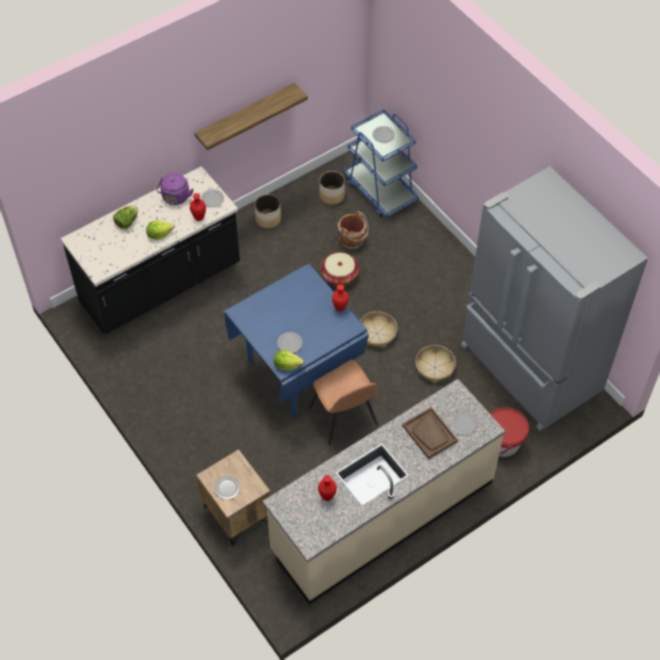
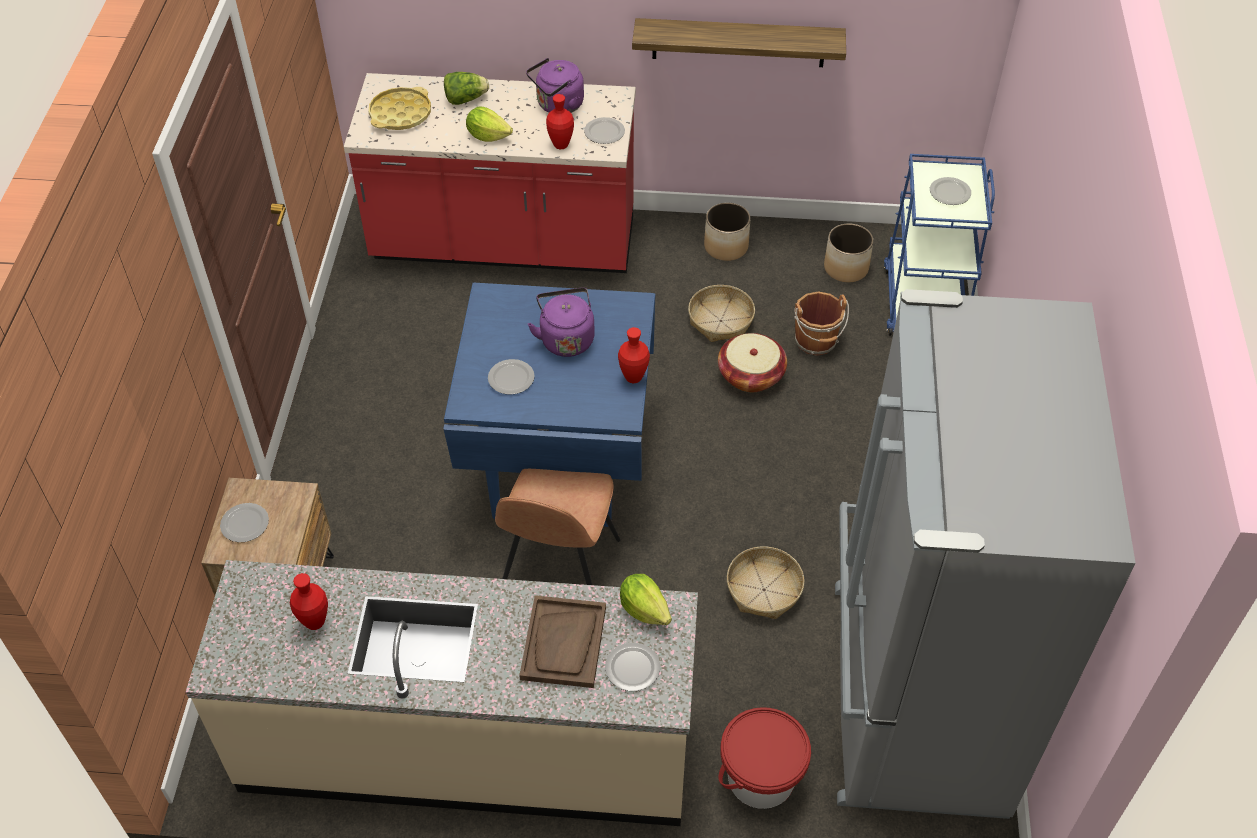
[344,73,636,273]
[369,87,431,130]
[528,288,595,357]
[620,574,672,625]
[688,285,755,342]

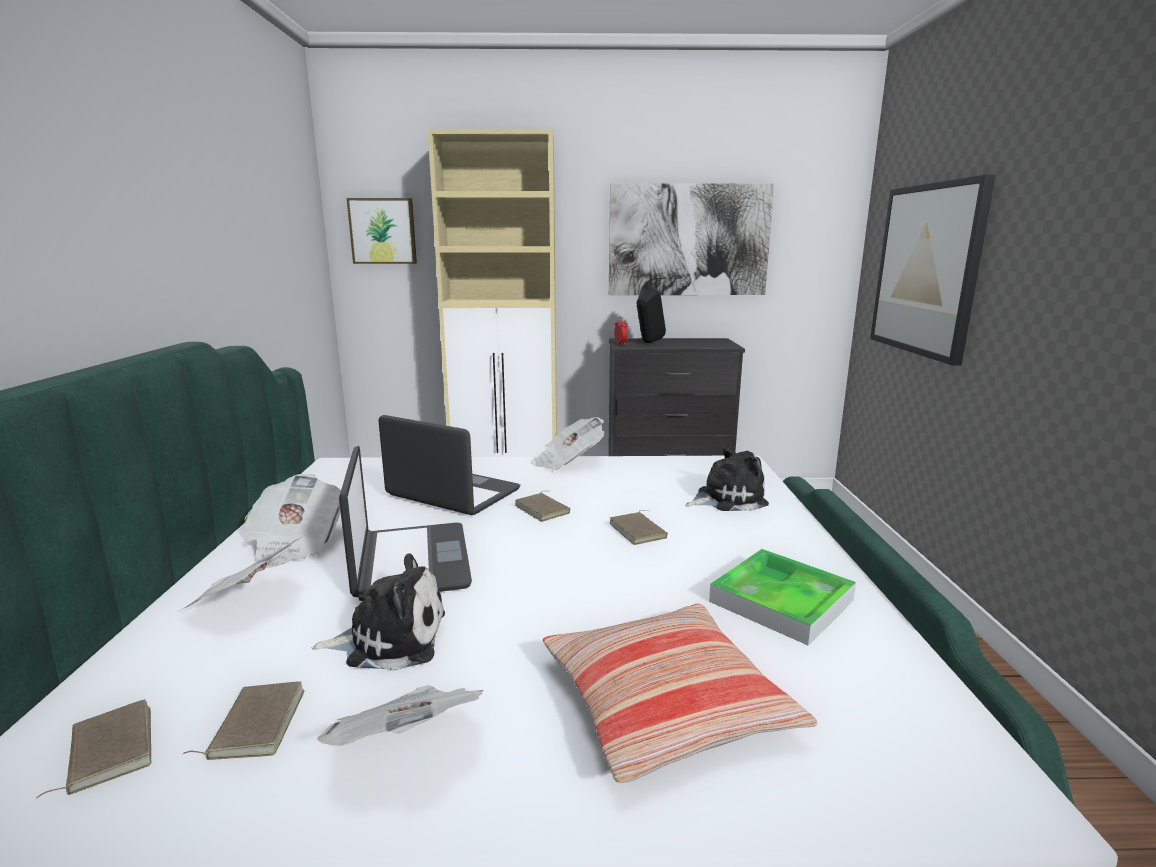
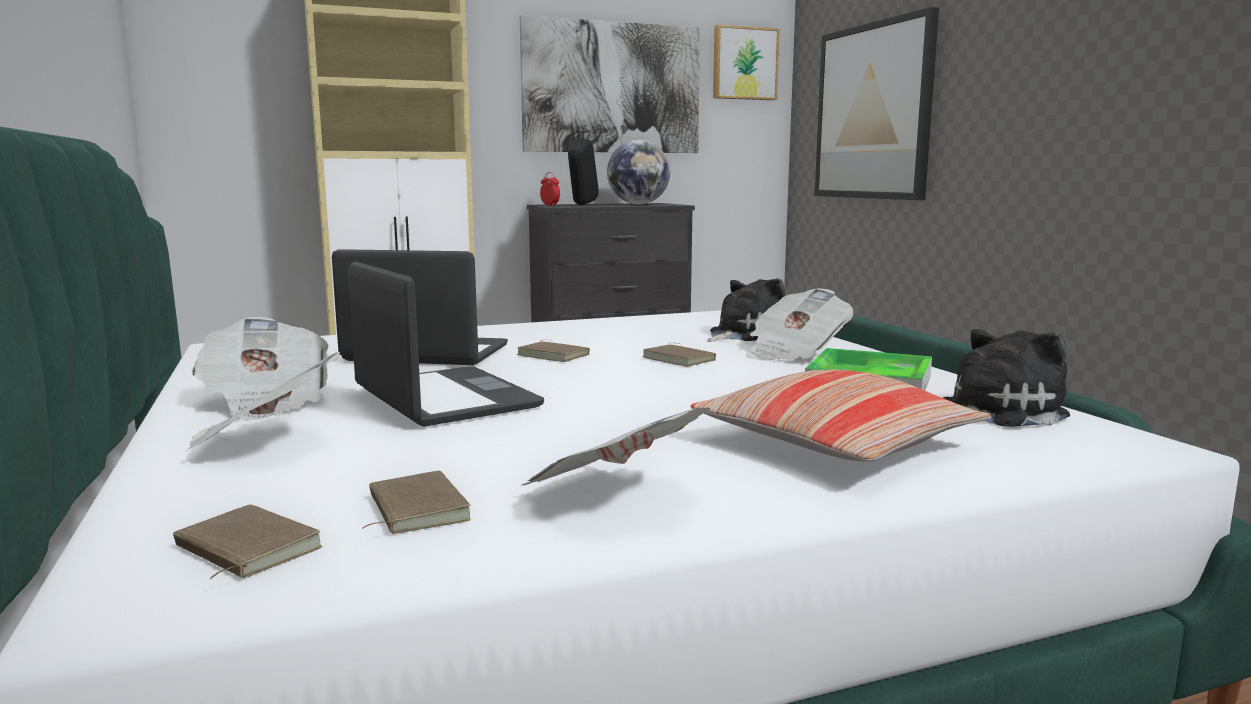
[607,140,670,204]
[713,25,780,100]
[747,288,853,361]
[943,329,1070,427]

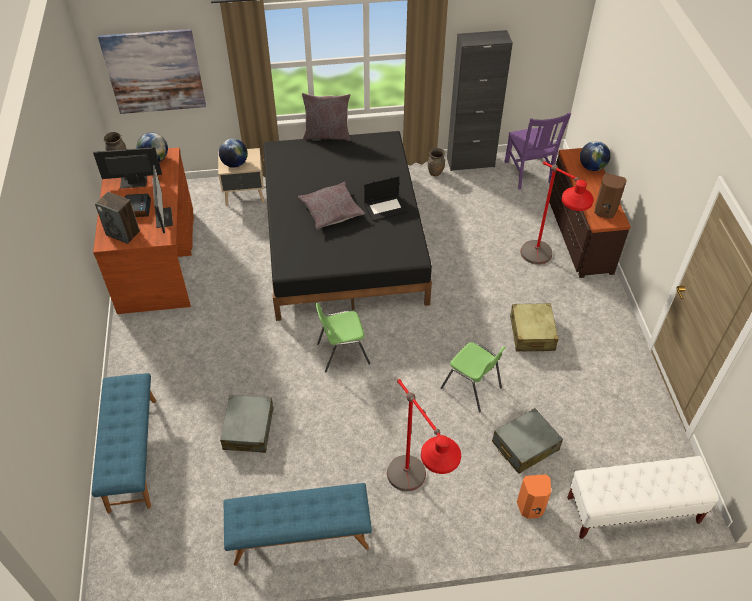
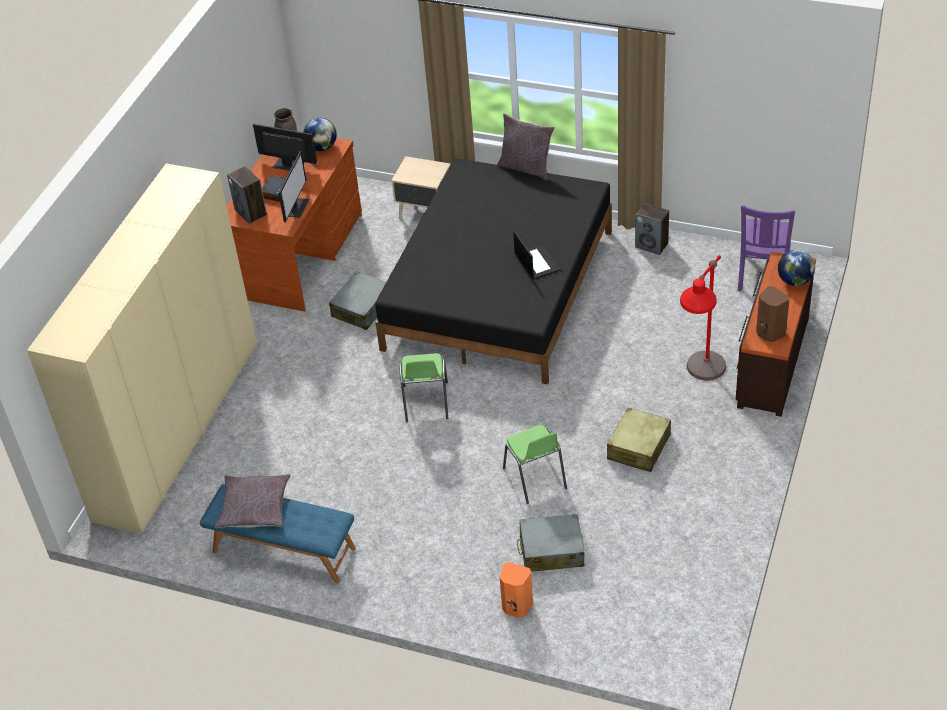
[27,163,257,534]
[215,474,290,528]
[329,271,386,330]
[399,353,448,423]
[513,231,561,279]
[635,203,669,255]
[98,29,206,114] (first image)
[219,139,248,168] (first image)
[387,379,461,491] (first image)
[447,30,513,171] (first image)
[567,456,719,539] (first image)

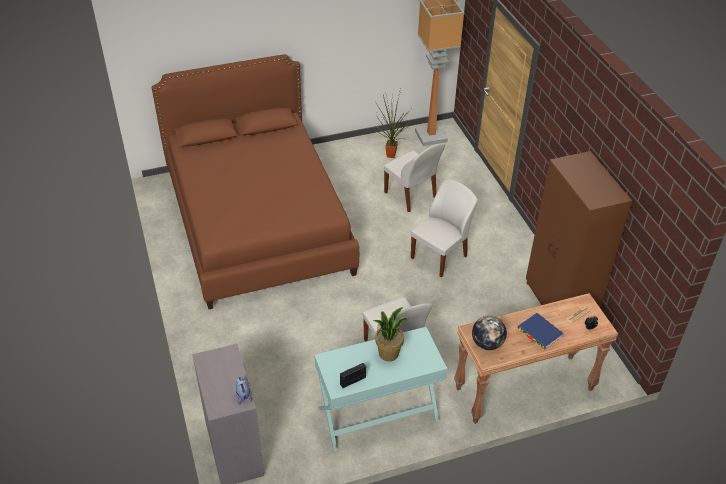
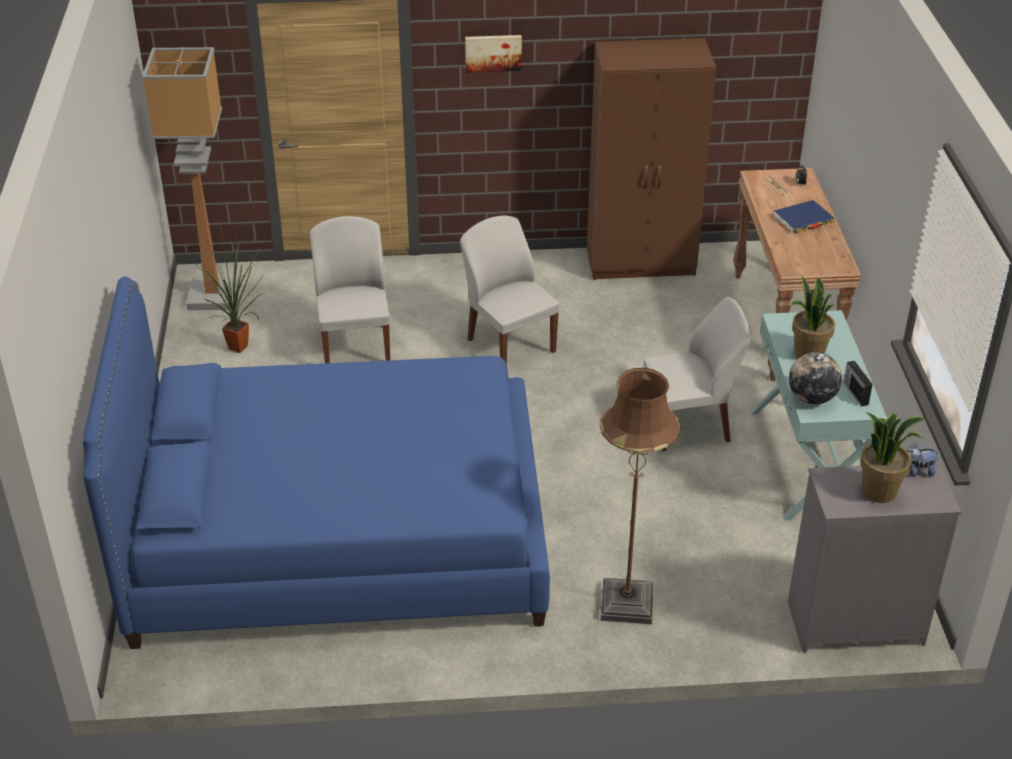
[83,277,550,649]
[310,216,390,363]
[465,35,522,73]
[600,368,680,625]
[789,352,842,404]
[860,412,926,503]

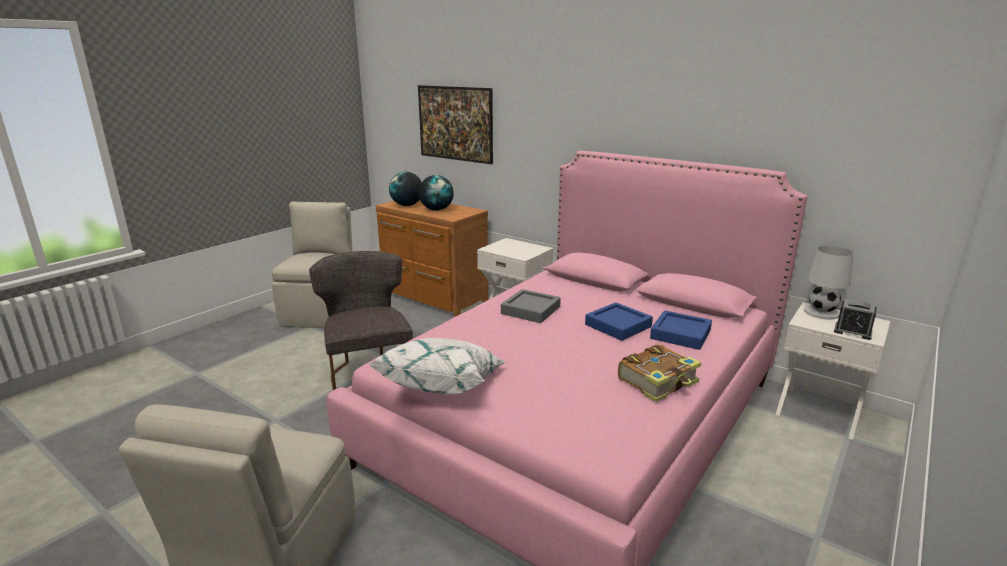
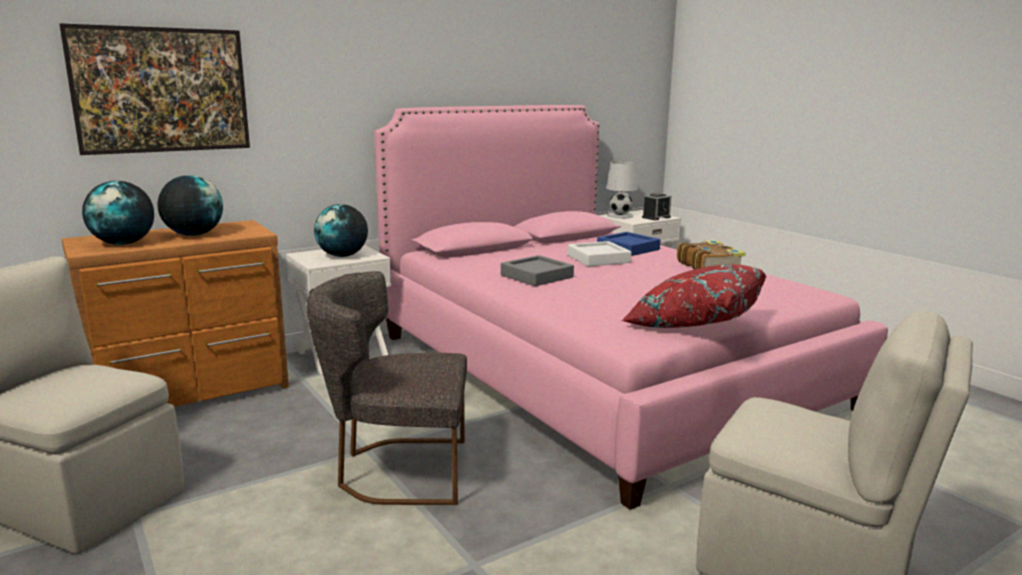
[314,204,368,257]
[567,241,632,267]
[622,264,767,328]

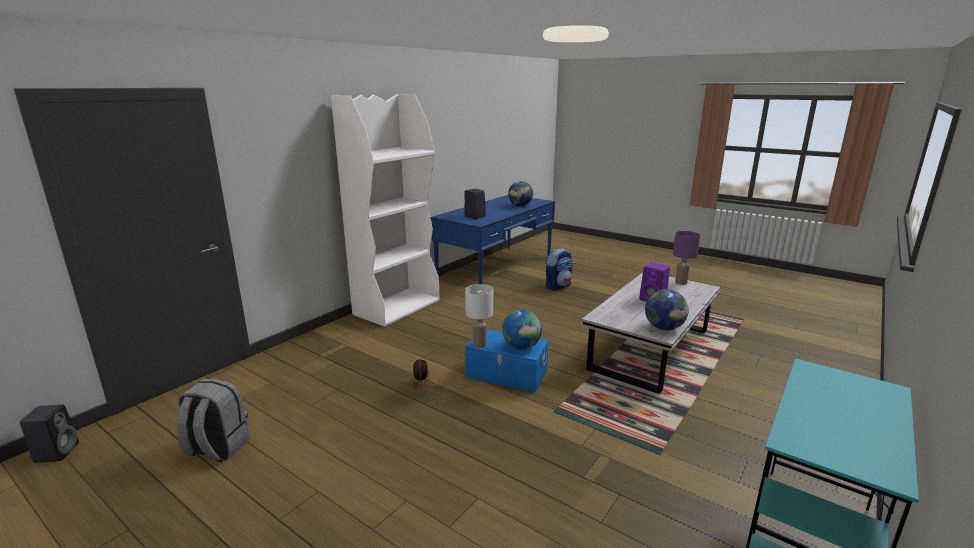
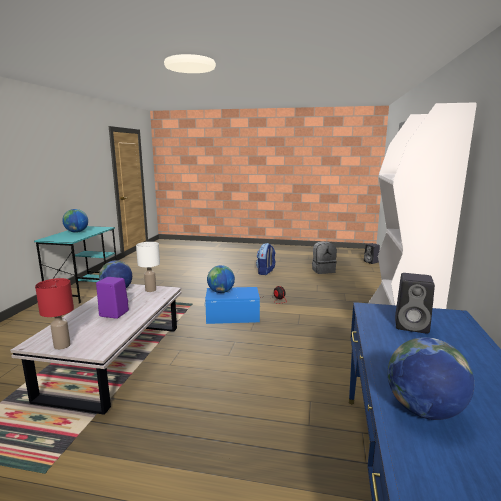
[35,278,74,350]
[62,209,88,233]
[136,242,160,292]
[256,243,276,275]

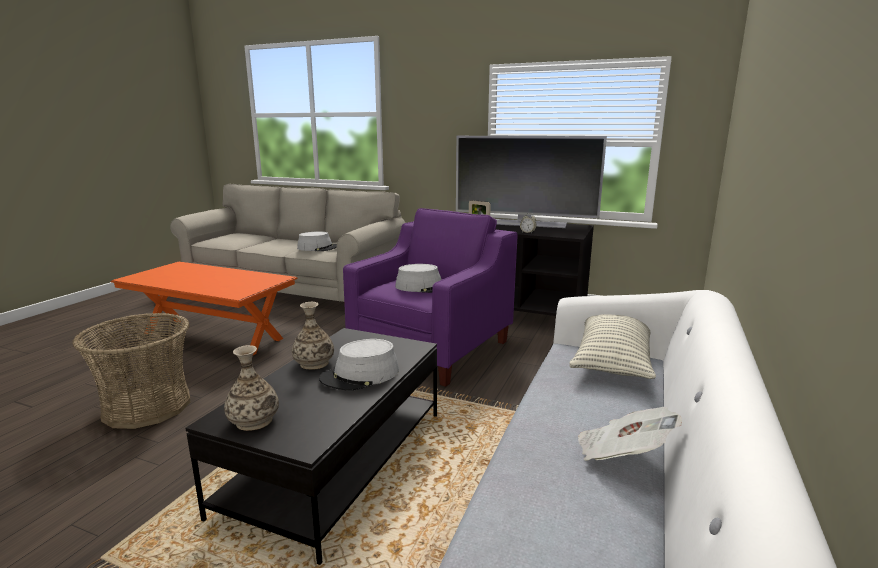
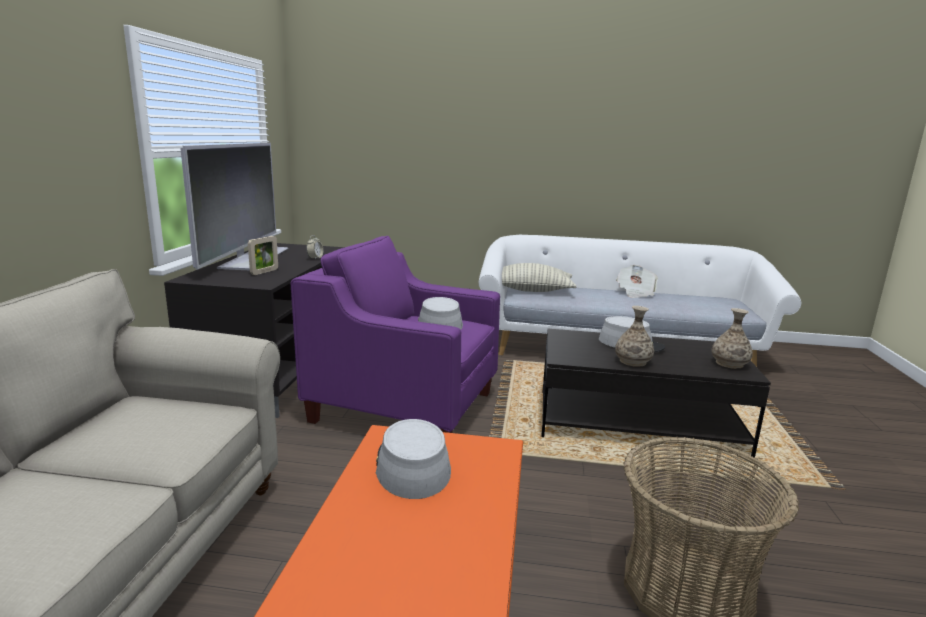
[376,419,451,499]

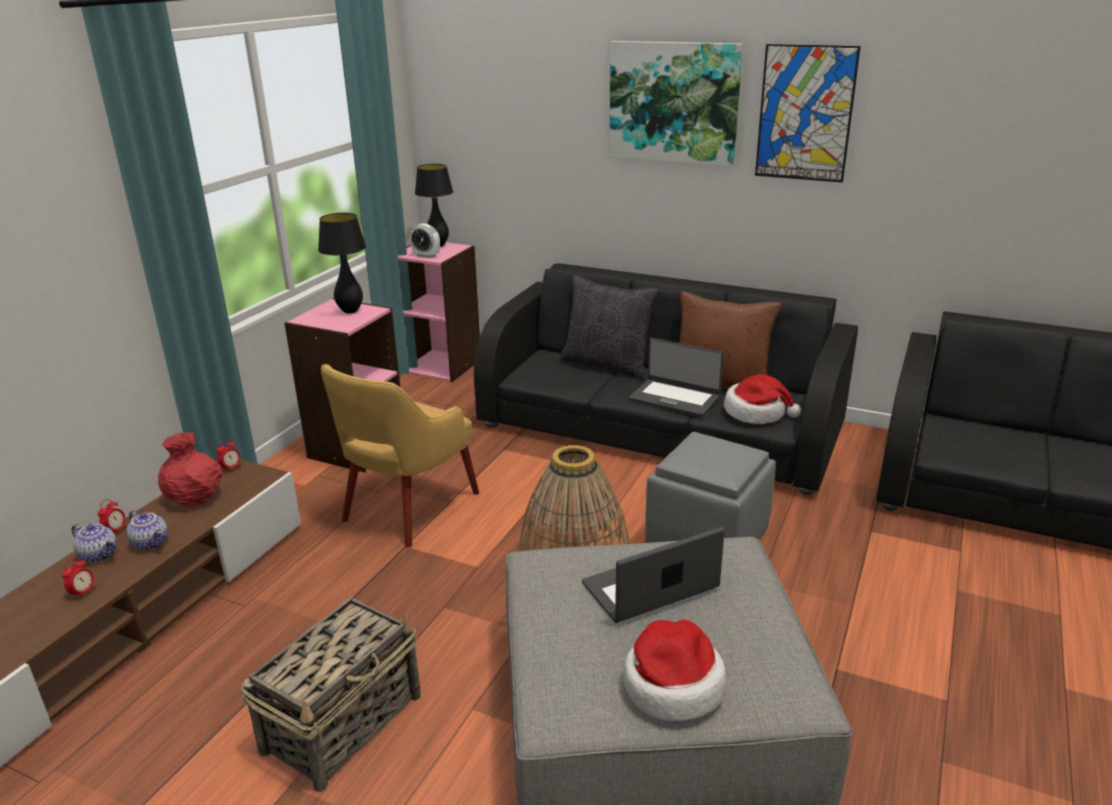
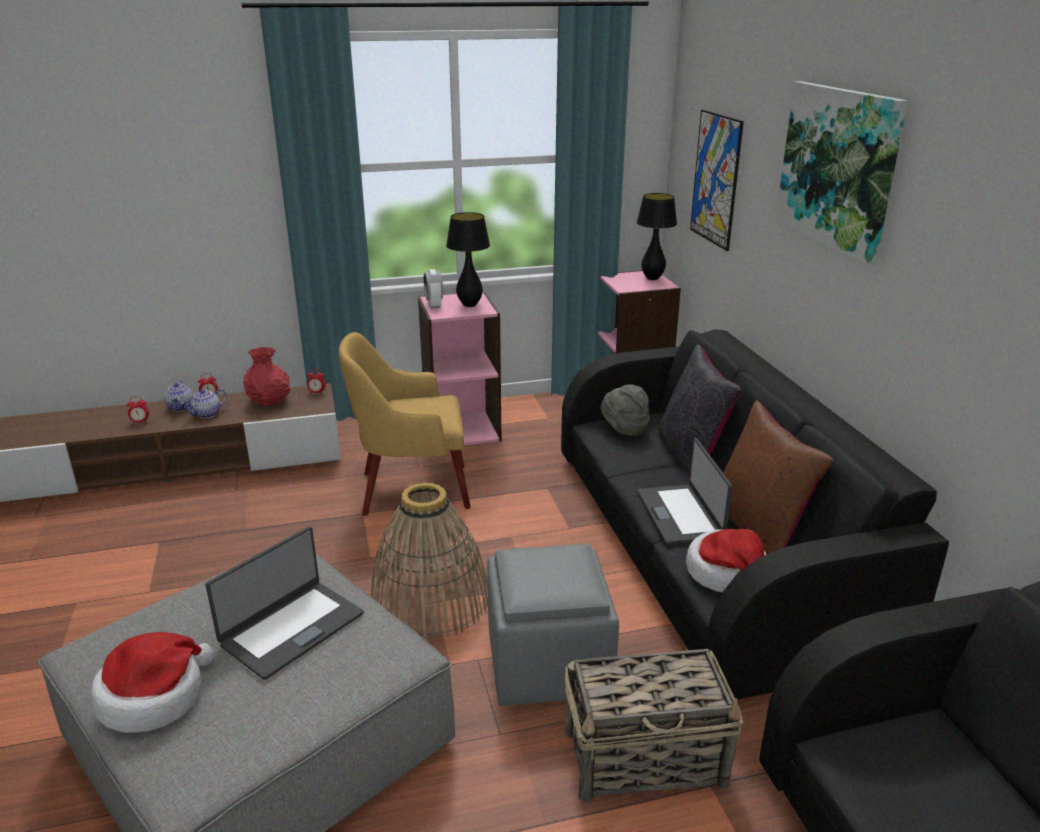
[181,389,227,419]
[205,526,364,680]
[424,269,443,309]
[565,649,743,803]
[601,384,649,436]
[690,110,744,251]

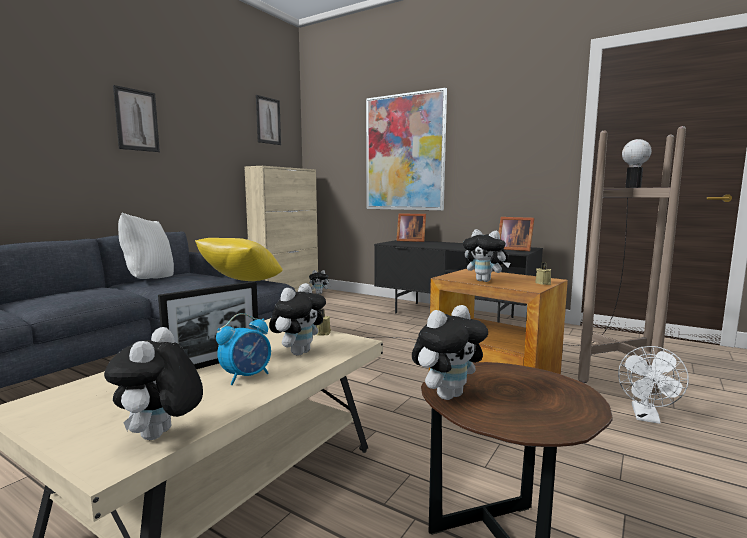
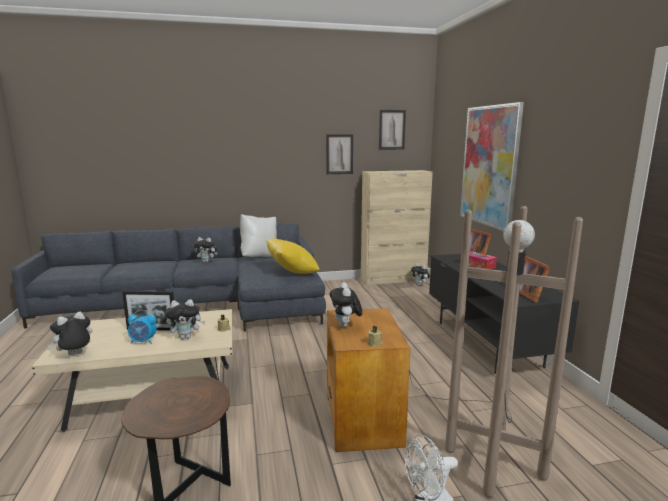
[194,237,217,262]
[326,134,353,174]
[460,251,497,269]

